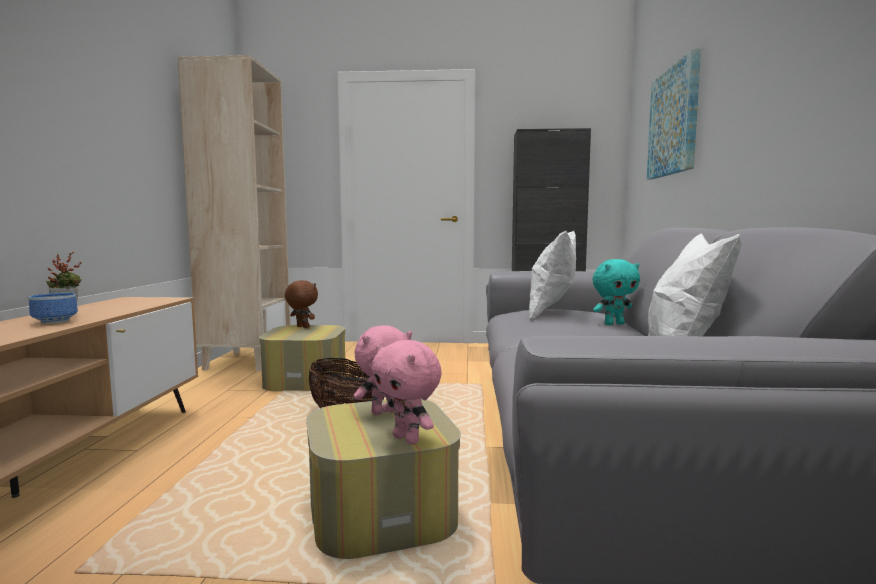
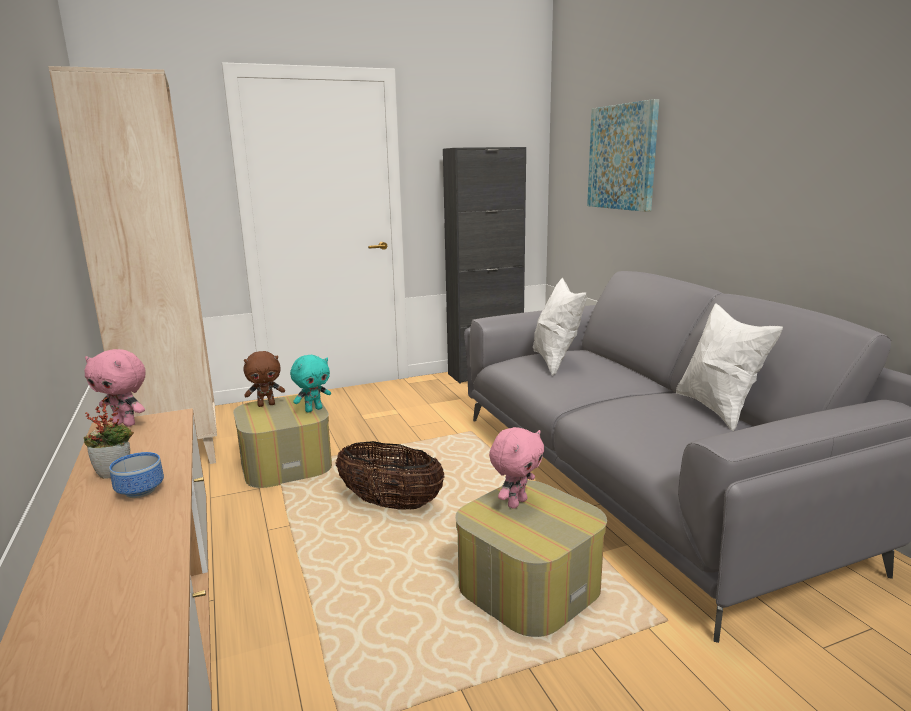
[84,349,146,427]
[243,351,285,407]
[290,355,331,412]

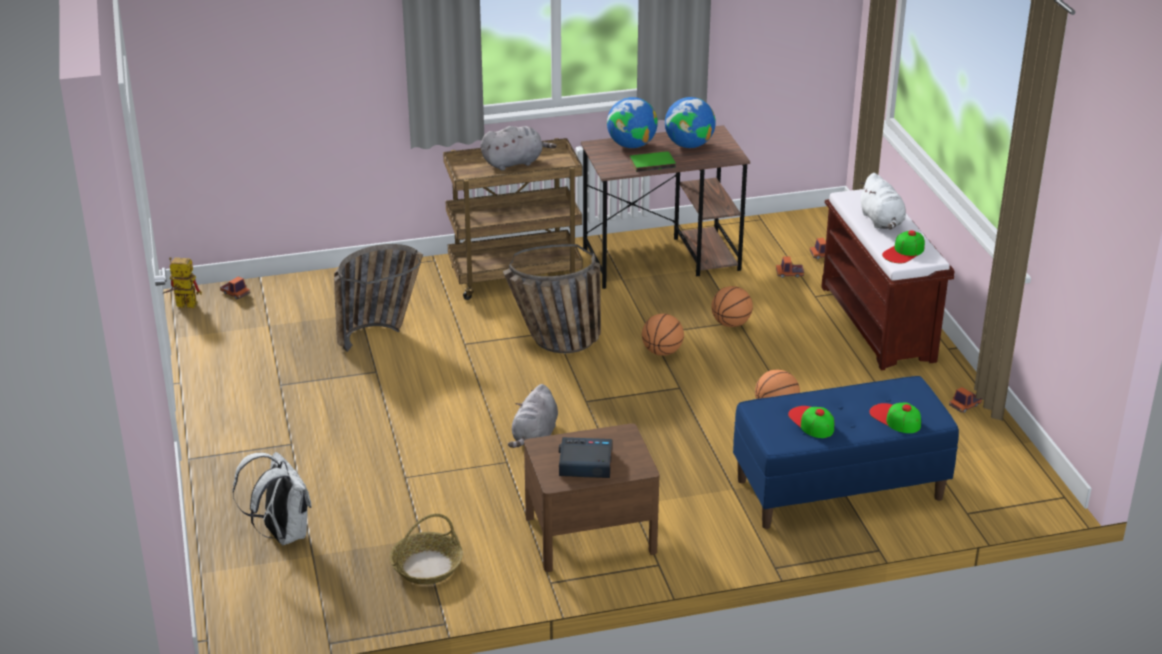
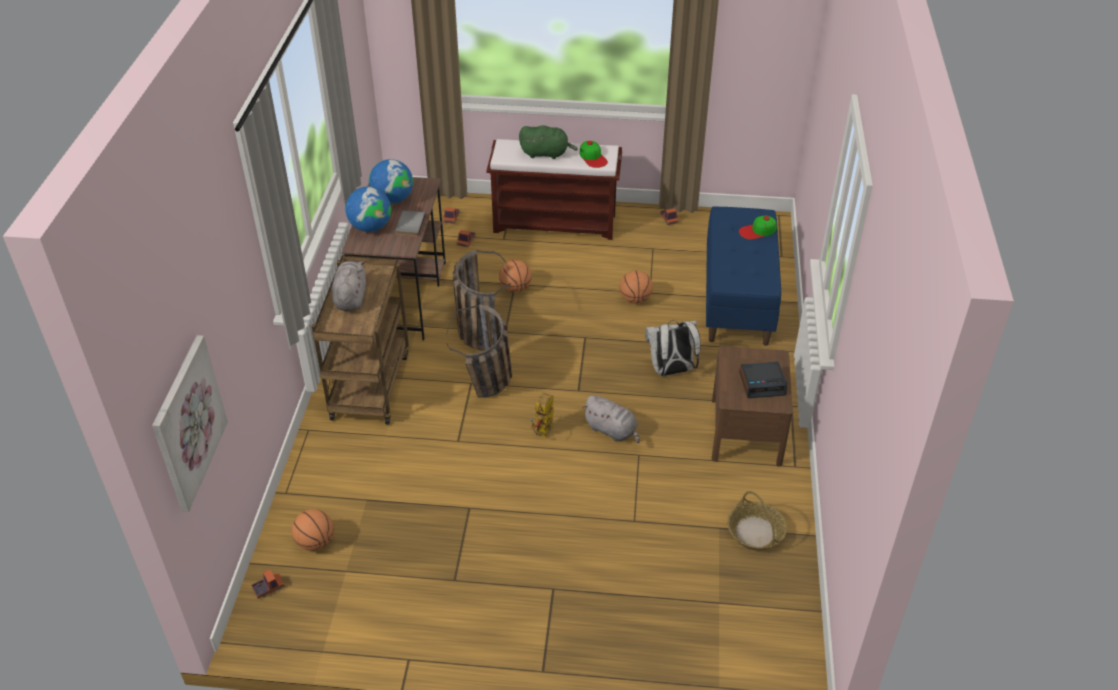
[152,335,228,512]
[292,509,334,551]
[395,210,426,237]
[453,250,511,351]
[519,125,578,159]
[530,392,553,438]
[645,320,701,376]
[739,362,787,398]
[788,406,834,438] (first image)

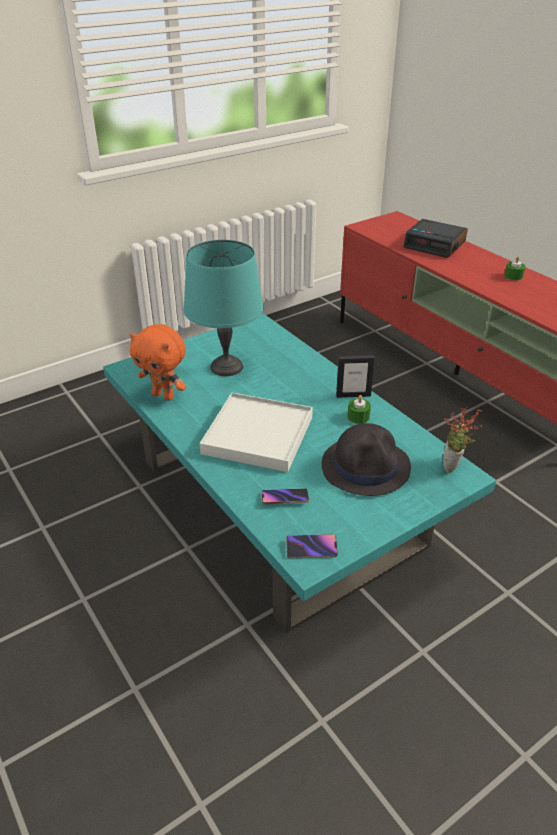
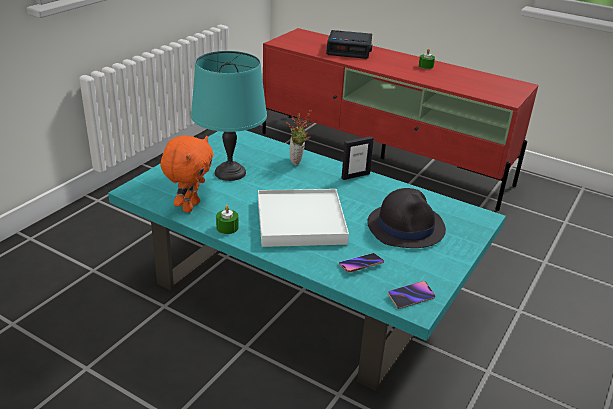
[161,136,213,212]
[216,205,239,234]
[286,110,314,165]

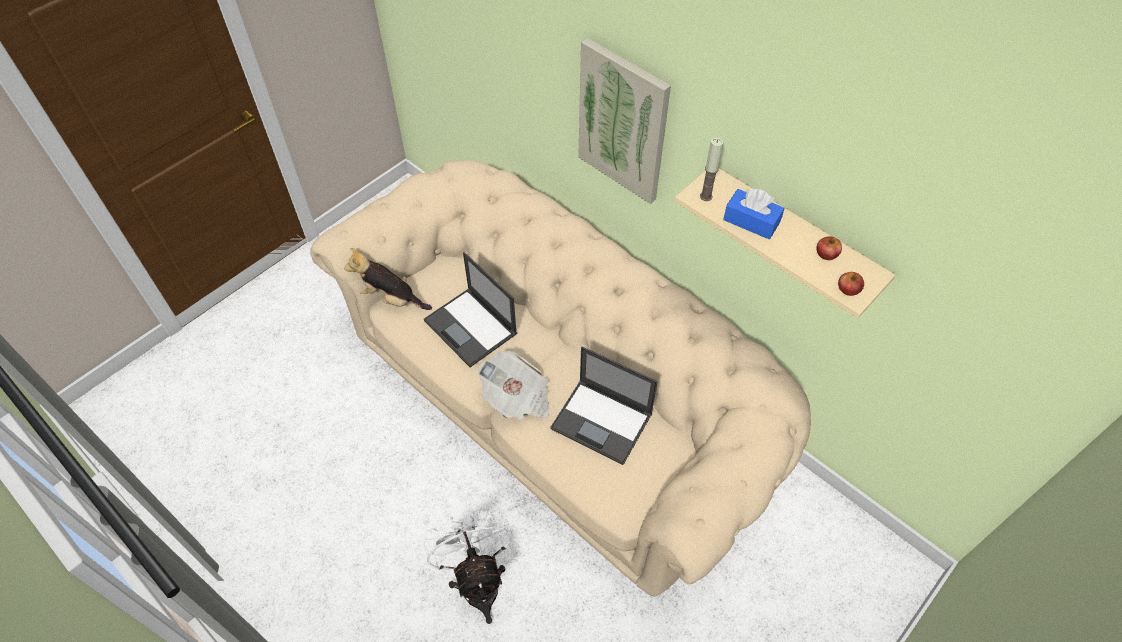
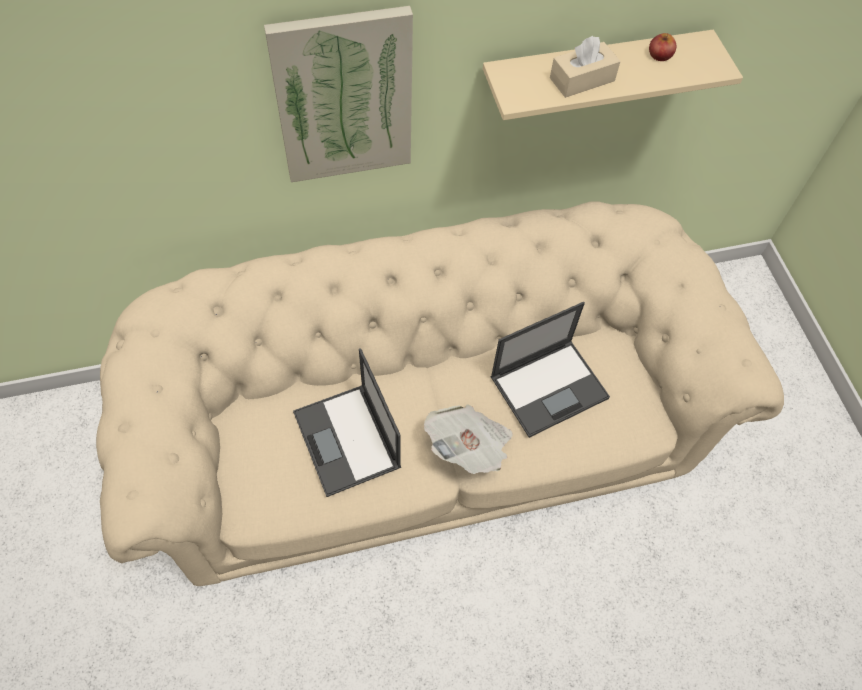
[293,348,401,497]
[550,36,621,98]
[344,248,432,310] (first image)
[424,510,513,624] (first image)
[700,138,723,201] (first image)
[838,272,864,296] (first image)

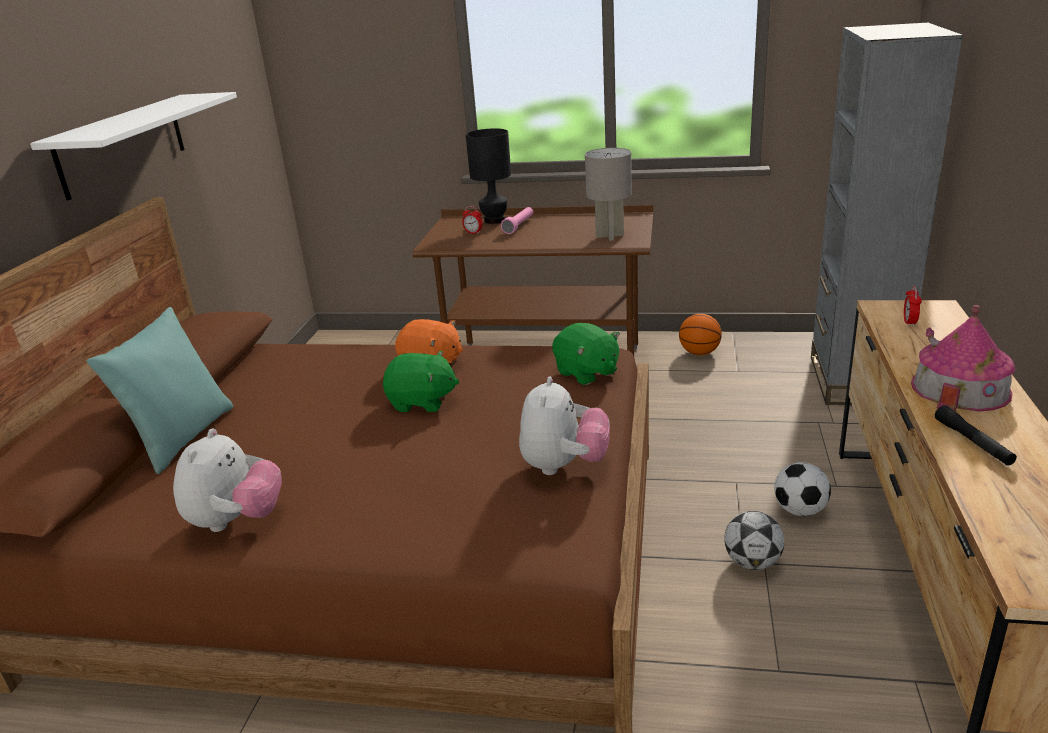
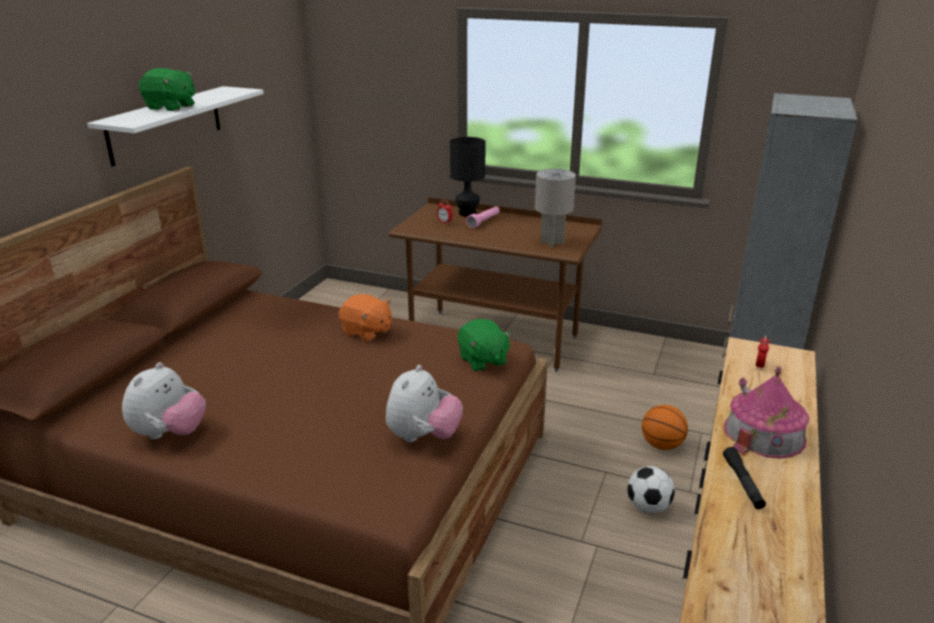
[139,68,195,111]
[642,405,688,450]
[87,307,233,474] (first image)
[724,511,784,570] (first image)

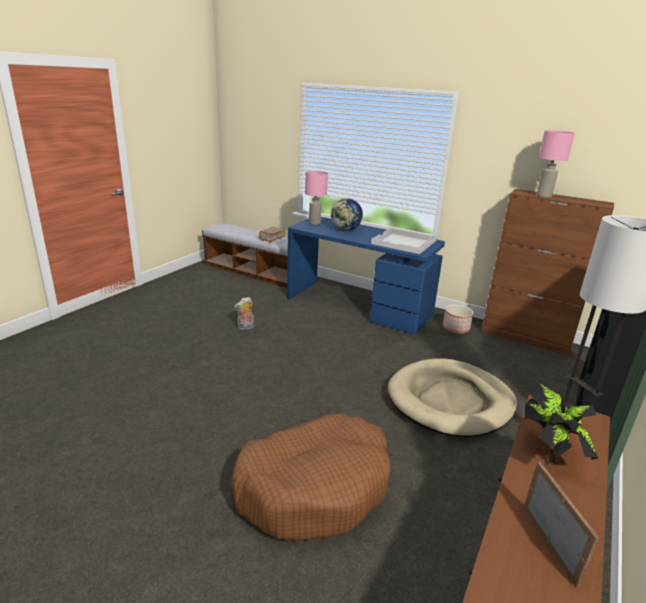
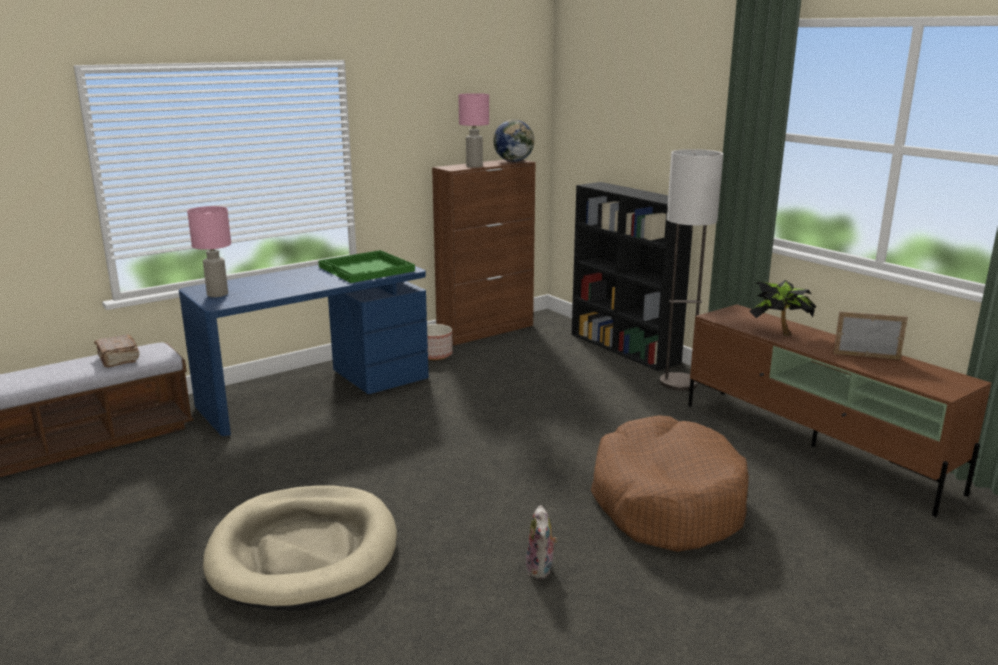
[203,486,397,610]
[318,250,415,283]
[493,120,534,162]
[525,505,558,579]

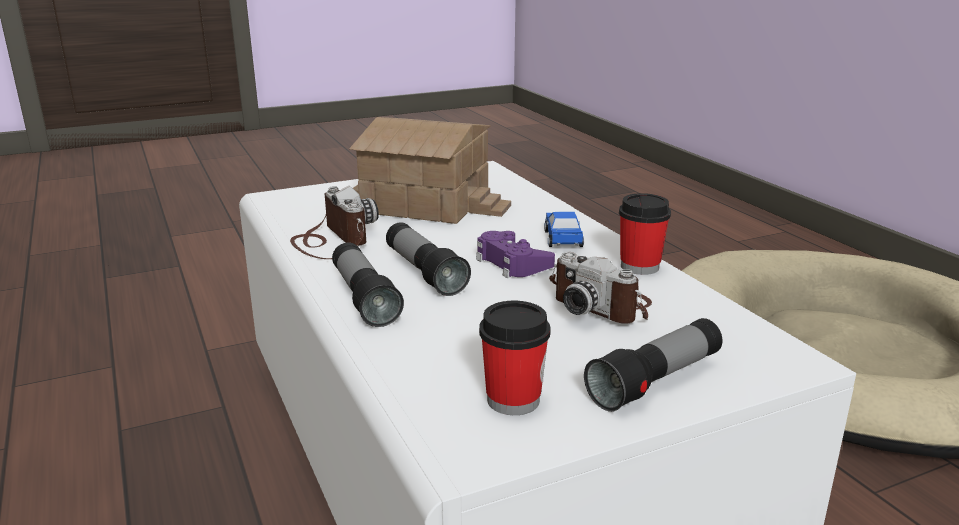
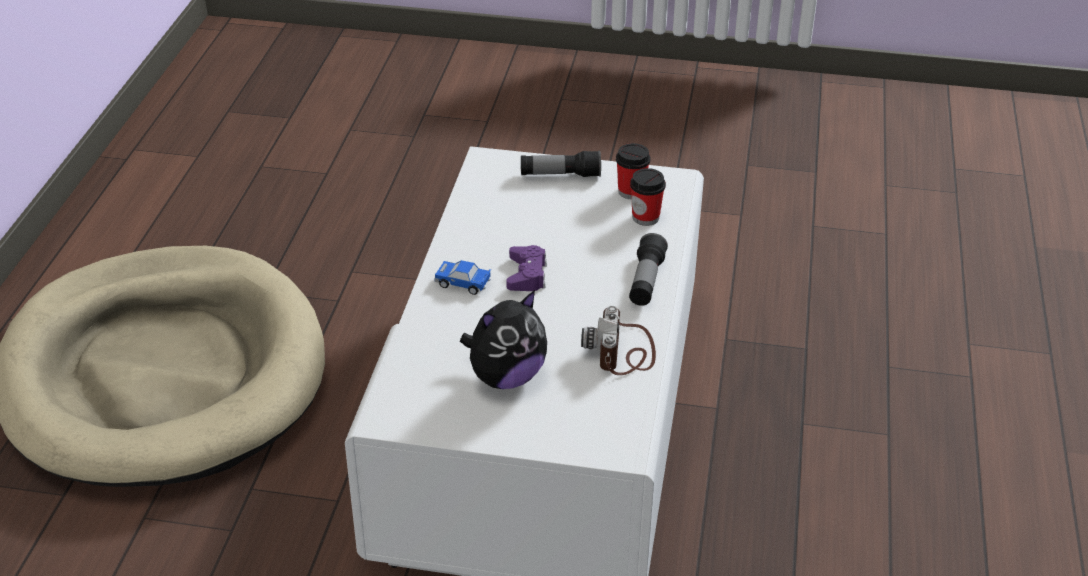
[434,260,491,295]
[460,290,547,389]
[630,168,666,226]
[386,222,471,296] (first image)
[549,252,652,324] (first image)

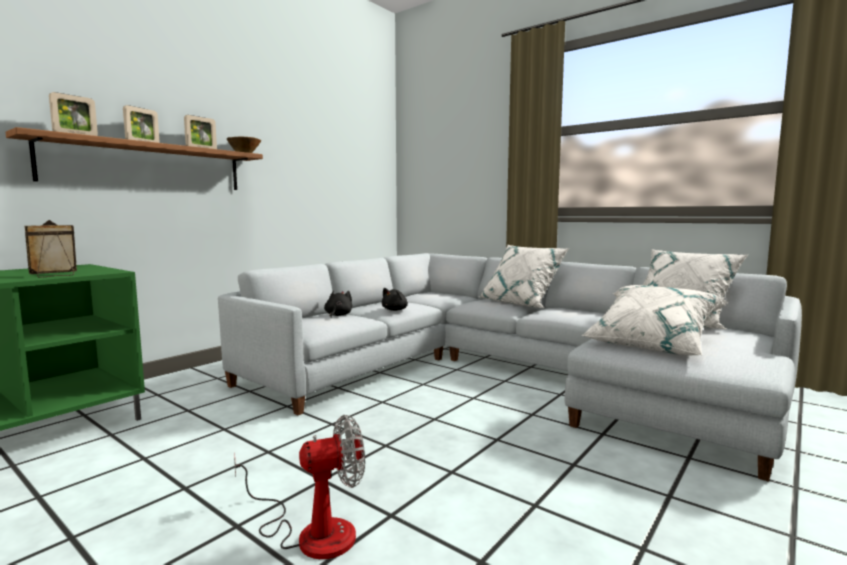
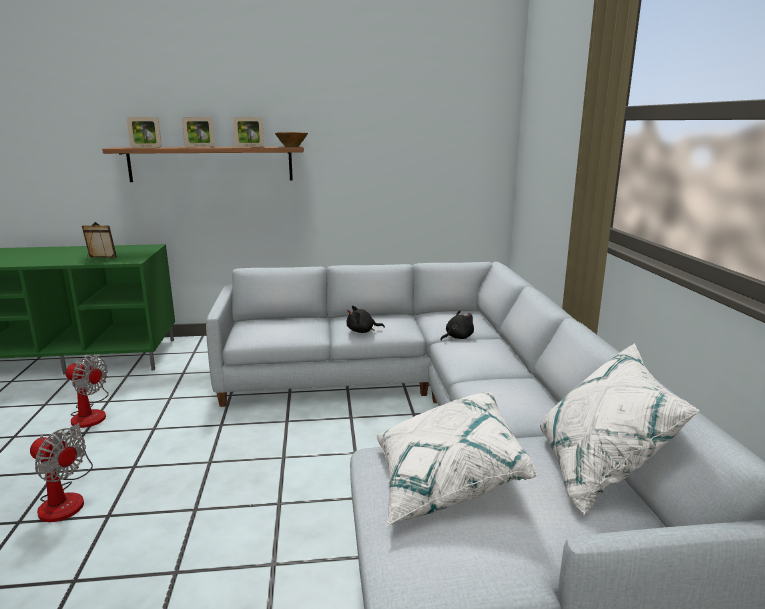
[65,355,109,428]
[440,310,474,340]
[479,245,570,308] (first image)

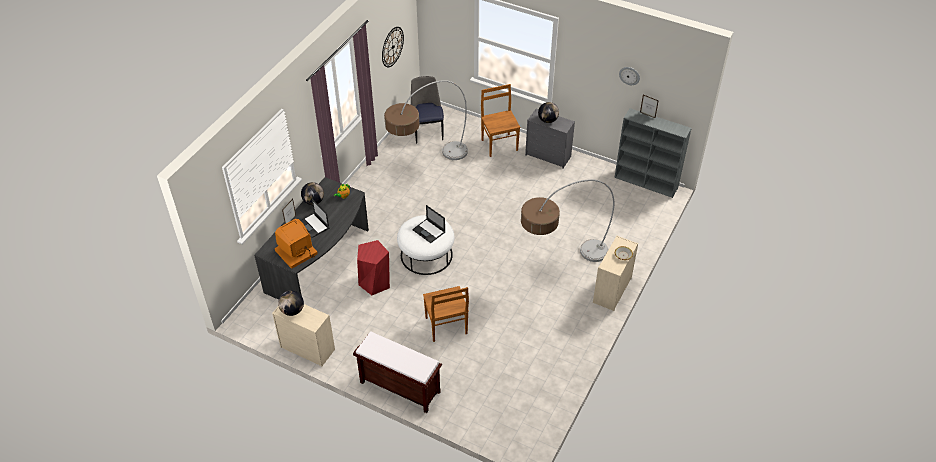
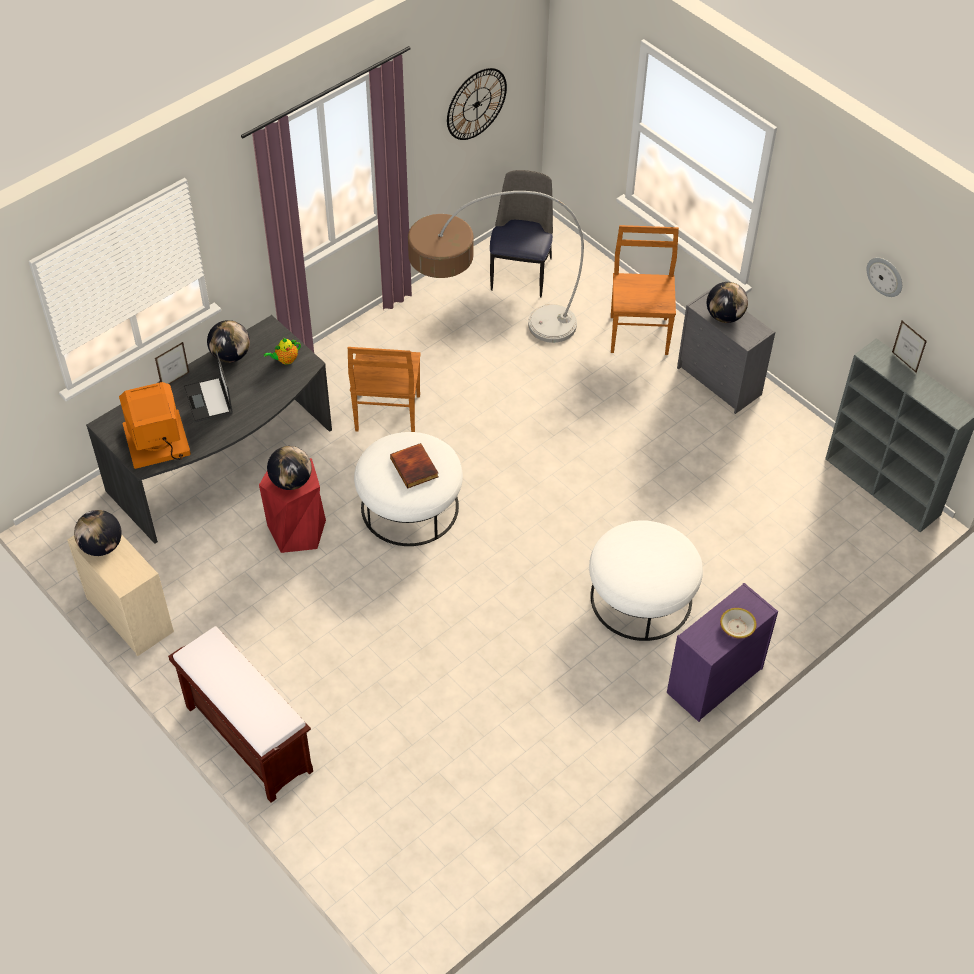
[267,446,312,490]
[347,347,421,432]
[390,443,439,489]
[589,520,703,641]
[667,583,778,722]

